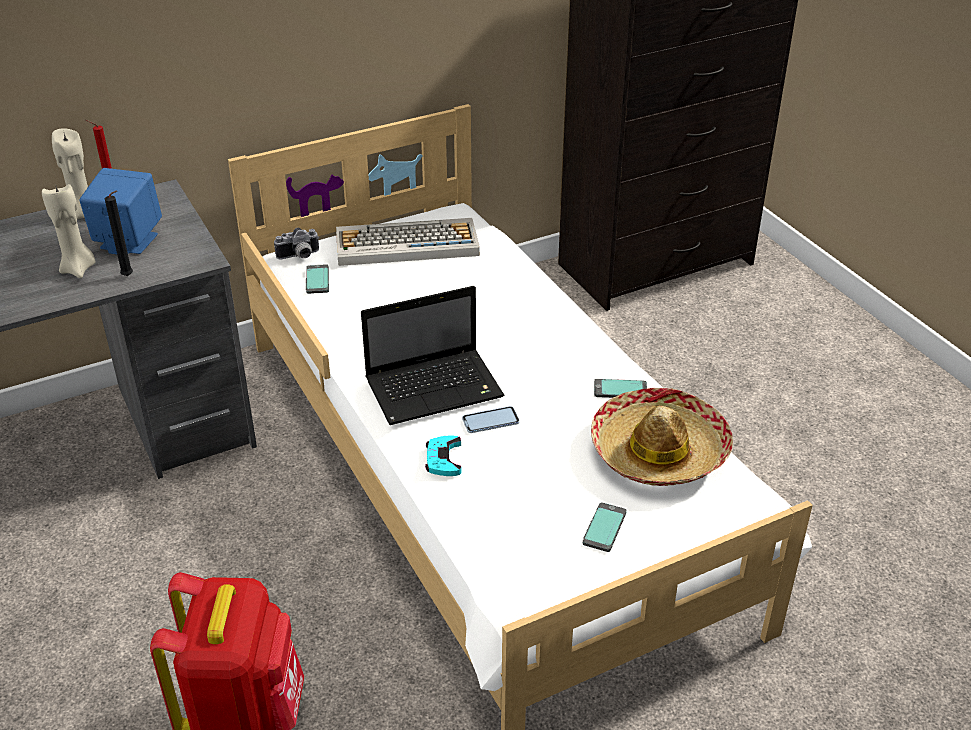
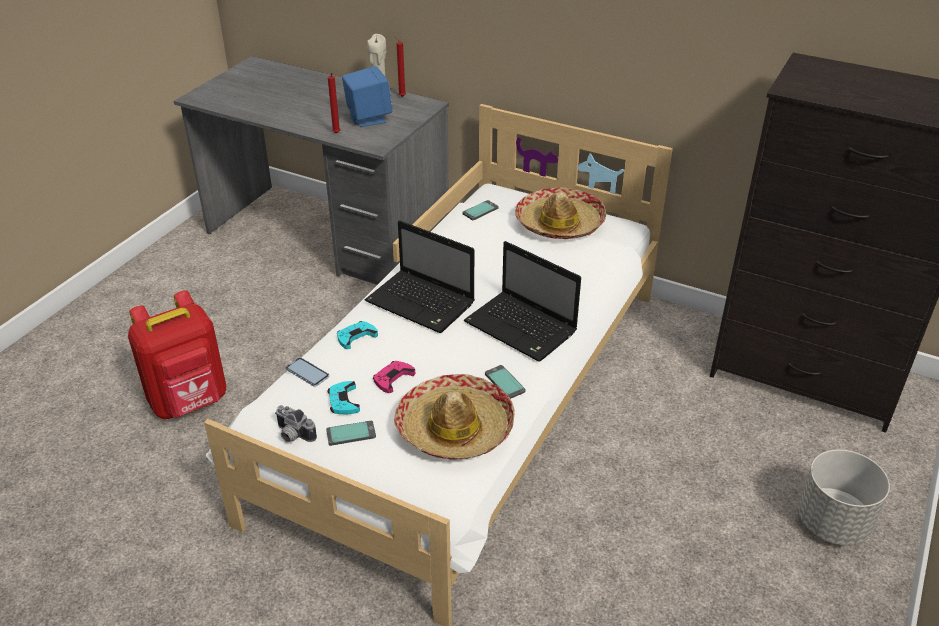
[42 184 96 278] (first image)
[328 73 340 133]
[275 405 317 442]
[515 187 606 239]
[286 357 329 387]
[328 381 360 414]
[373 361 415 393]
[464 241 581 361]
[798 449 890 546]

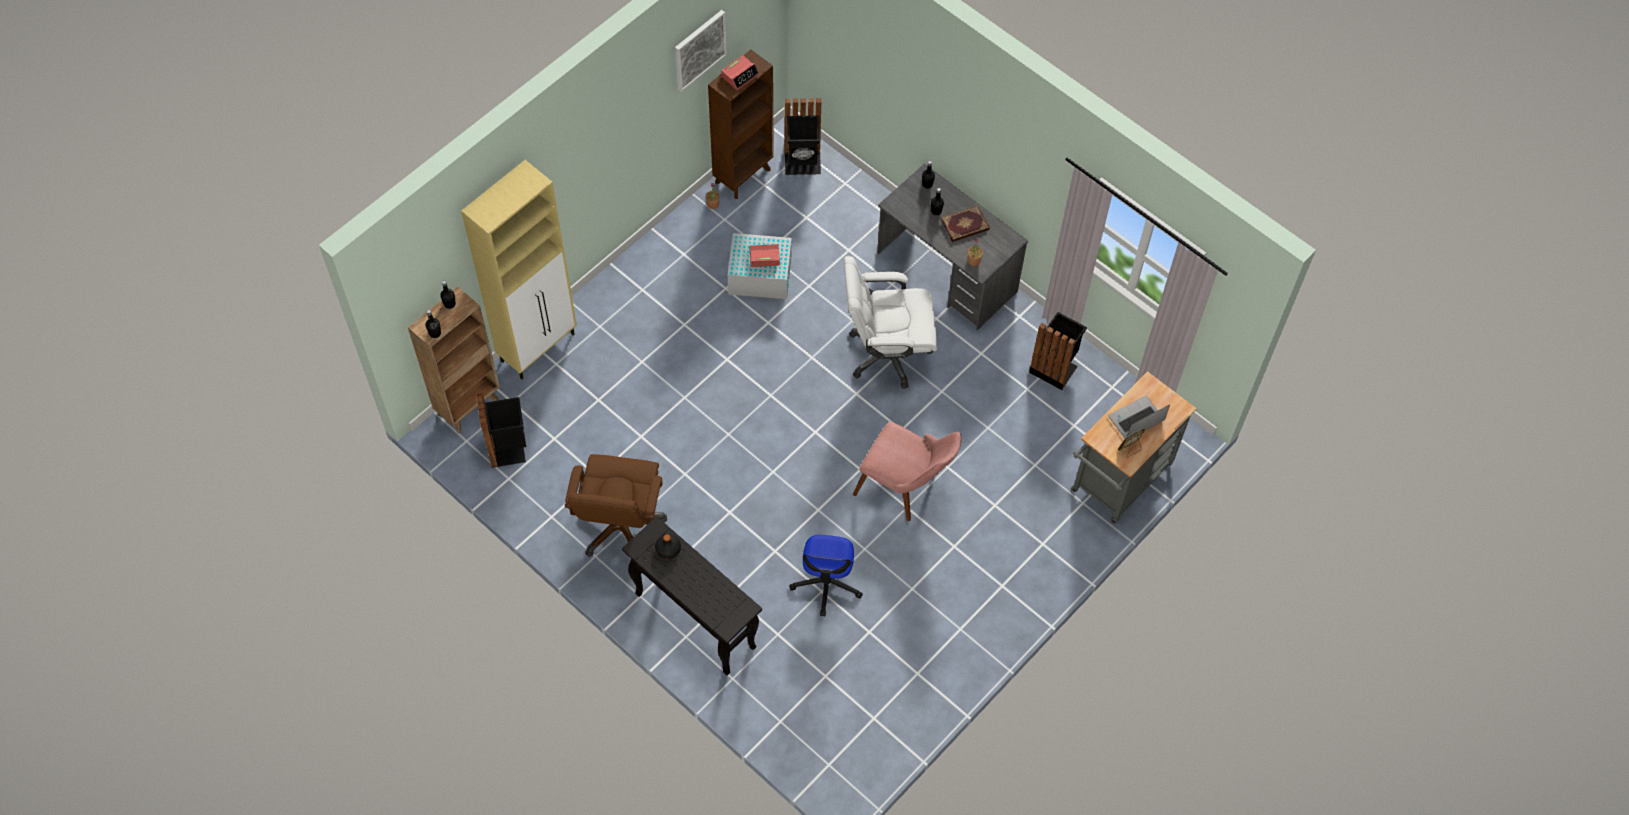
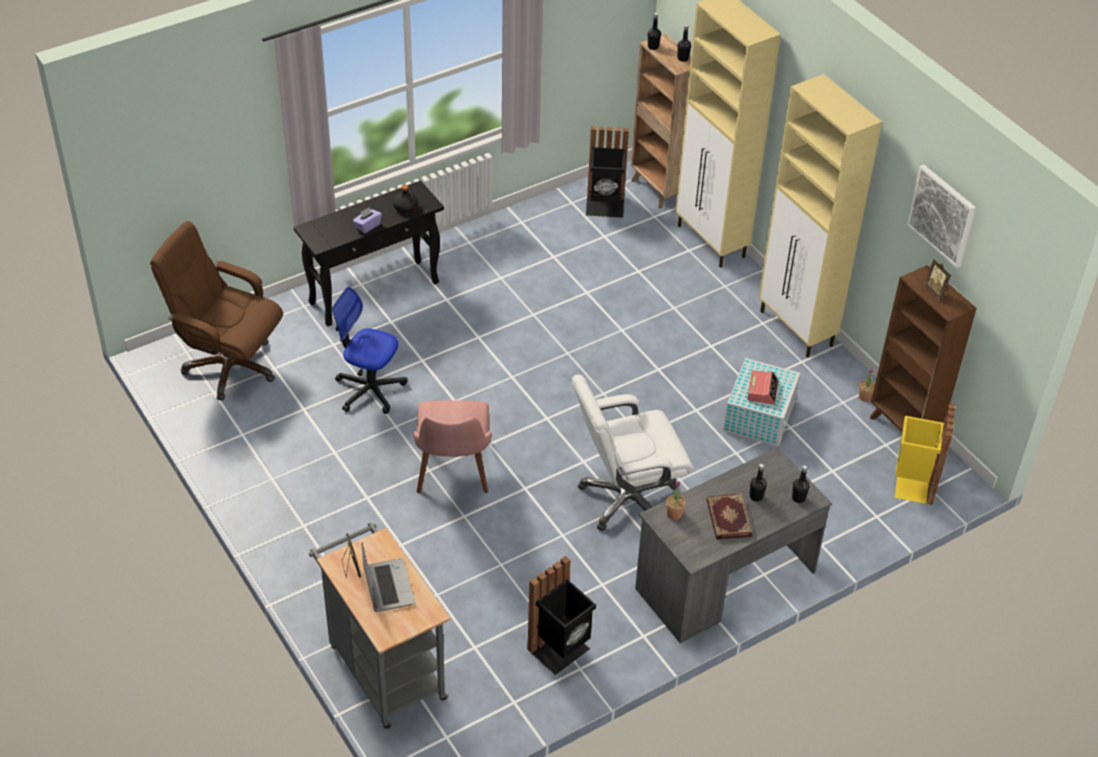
[150 221 283 401]
[924 259 951 300]
[895 403 955 505]
[572 375 694 531]
[413 400 492 493]
[353 207 382 234]
[758 74 882 358]

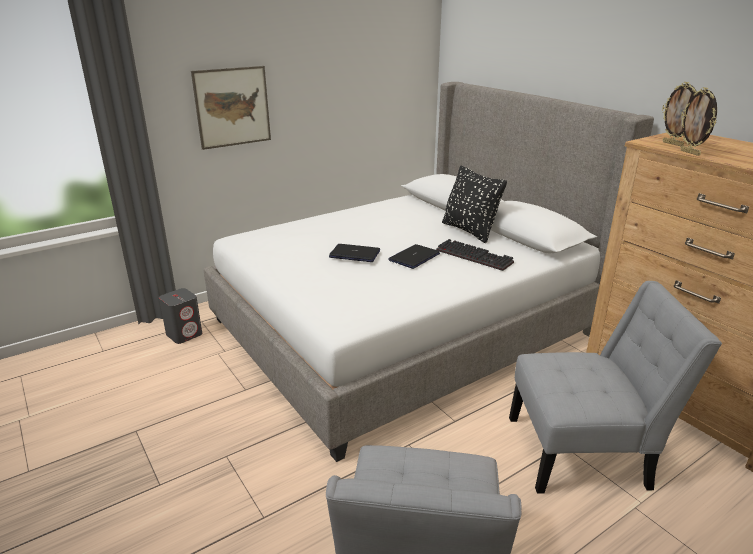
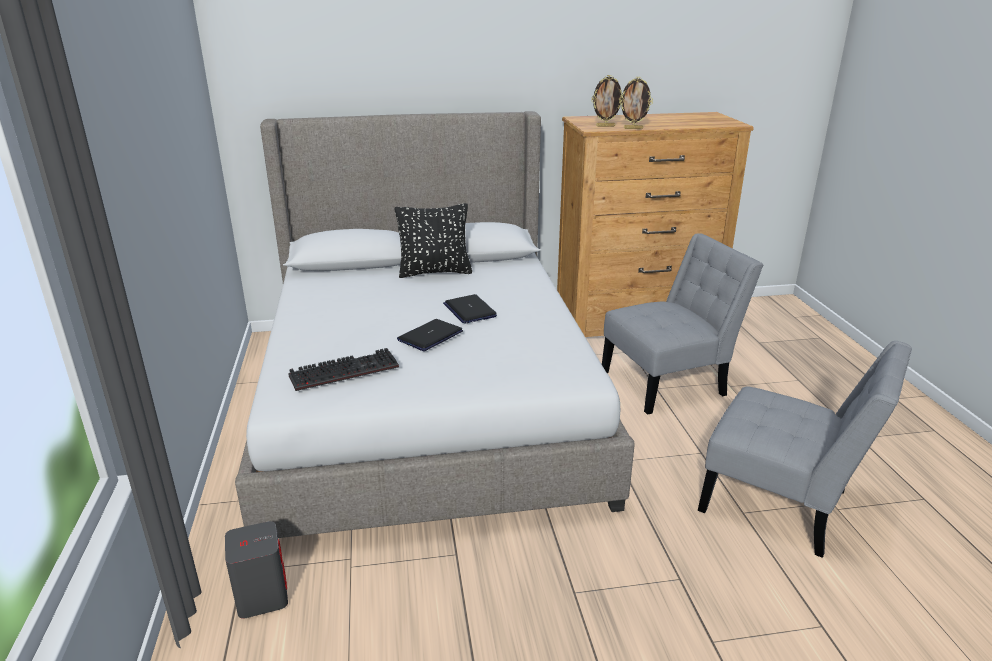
[191 66 271 150] (first image)
[288 348 399 391]
[602 233 763 415]

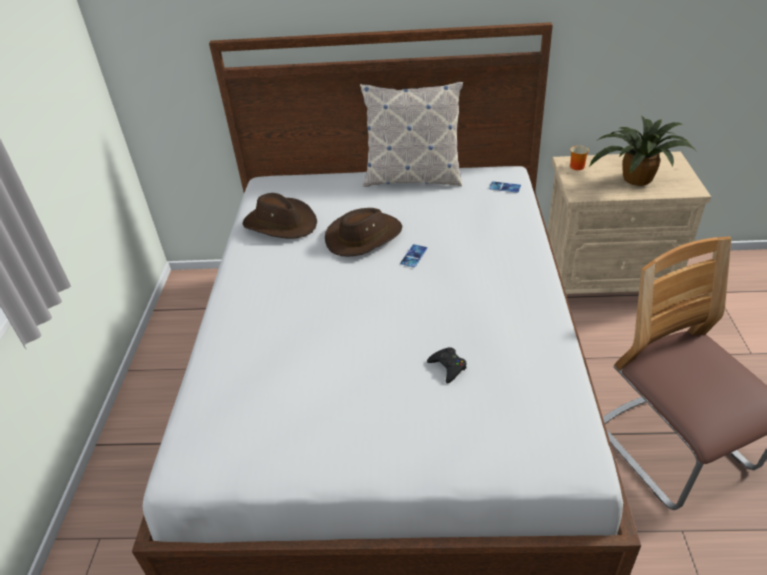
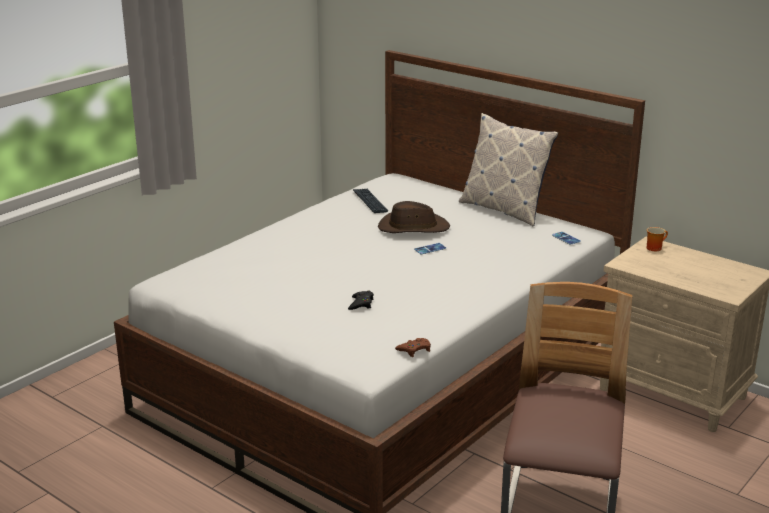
[353 189 388 213]
[589 115 696 186] (first image)
[395 338 431 357]

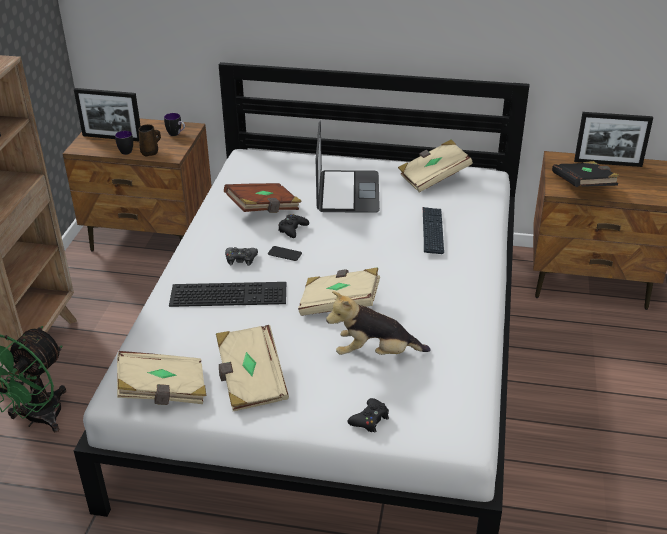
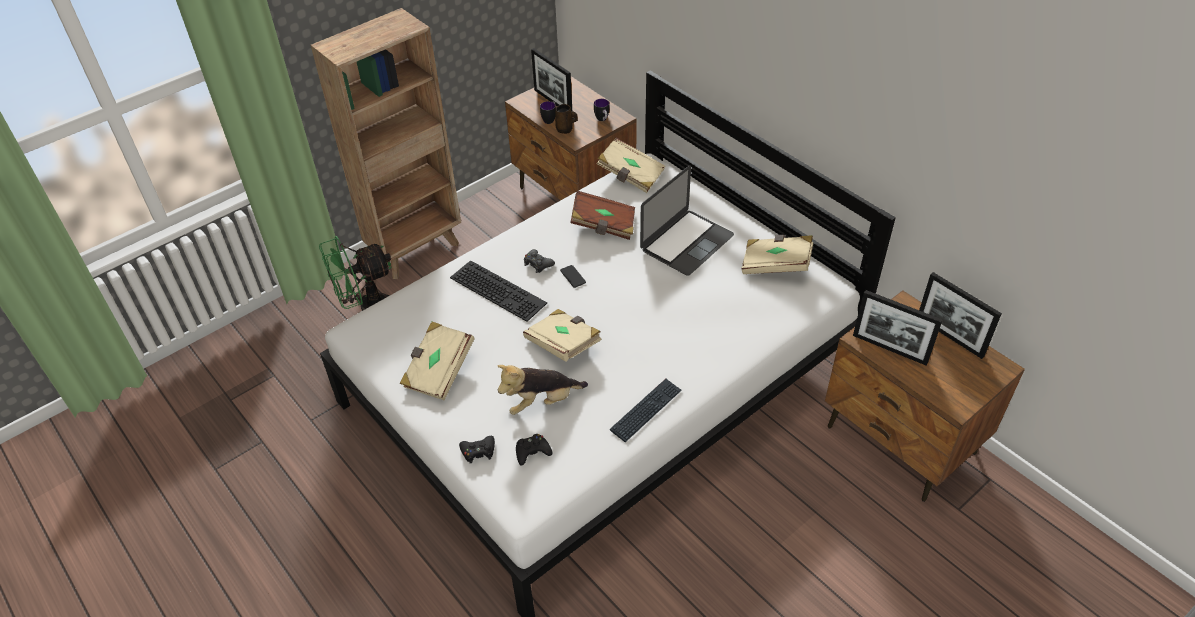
[597 138 665 193]
[516 434 553 465]
[497 365 588 415]
[610 379 682 442]
[853 290 943 366]

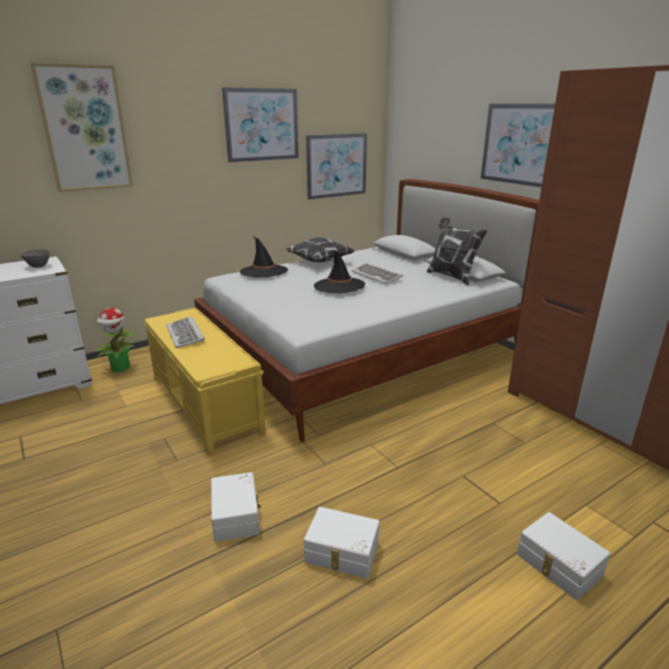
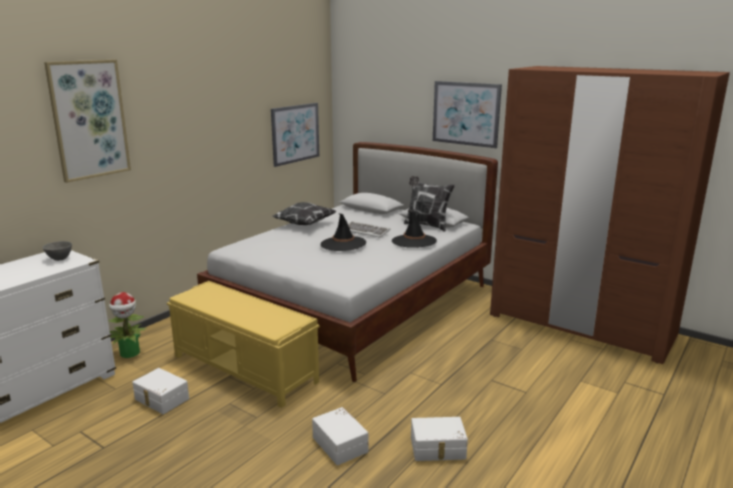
[166 317 205 348] (first image)
[222 87 299 162] (first image)
[392 210 437 248]
[132 368 189 414]

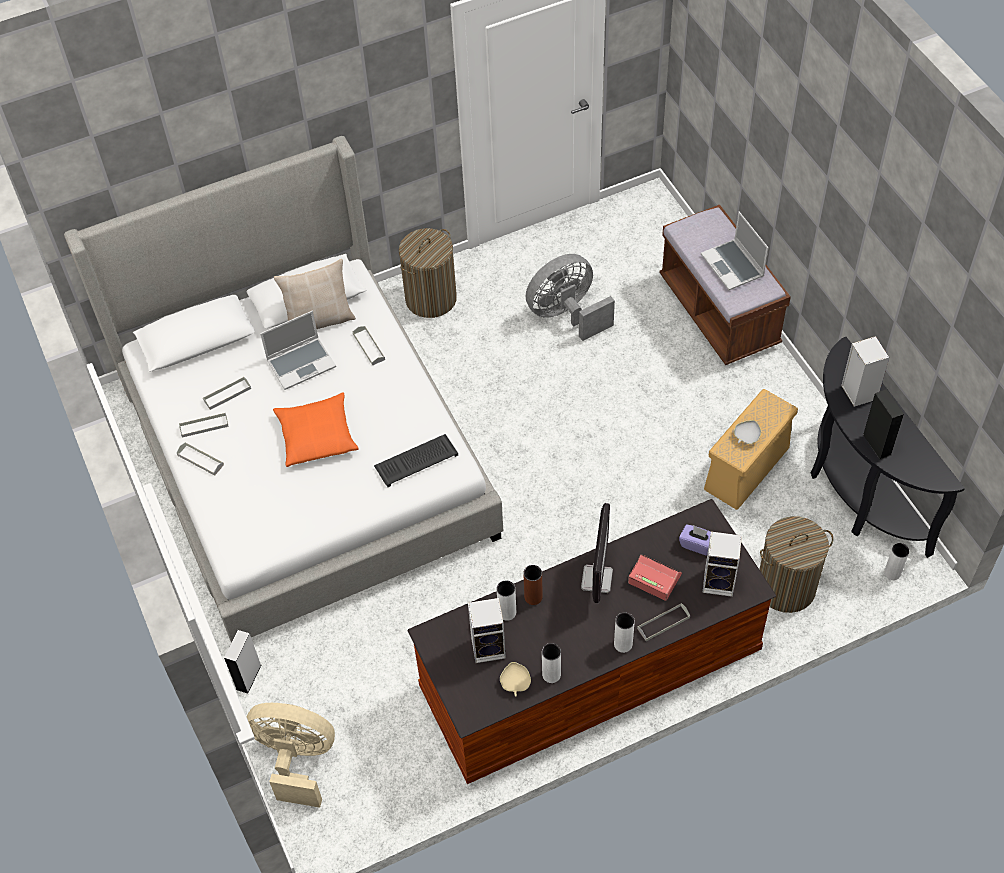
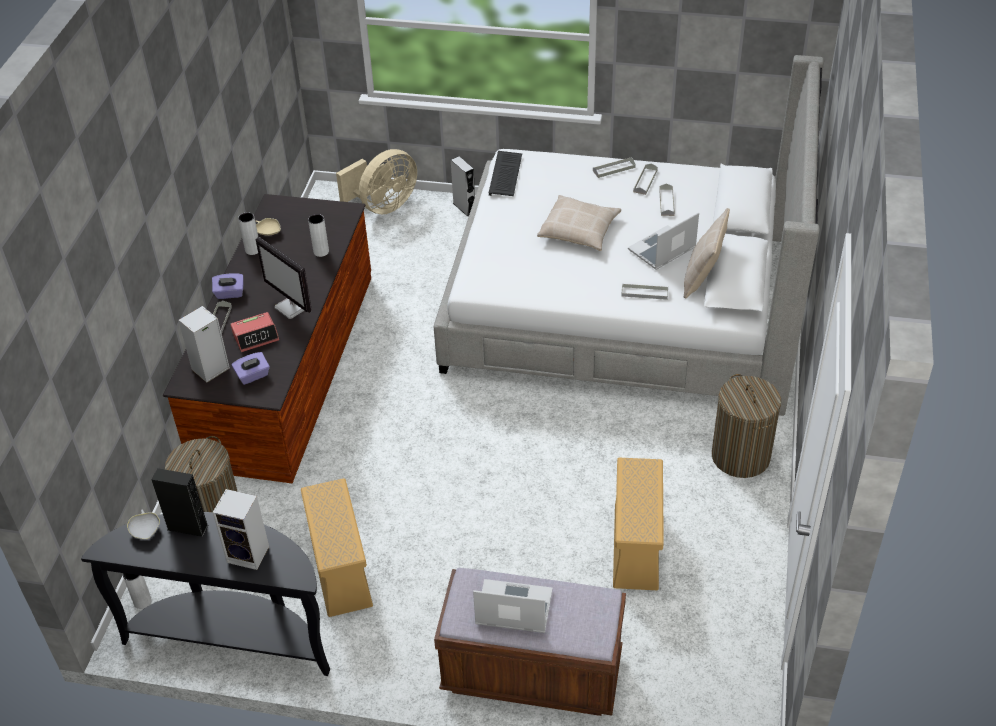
[628 212 699 270]
[537 195 621 251]
[489 151 522 196]
[468 598 506 663] (first image)
[523 565 543 605] (first image)
[613 458 664 590]
[212 273 244 299]
[127 509 160 540]

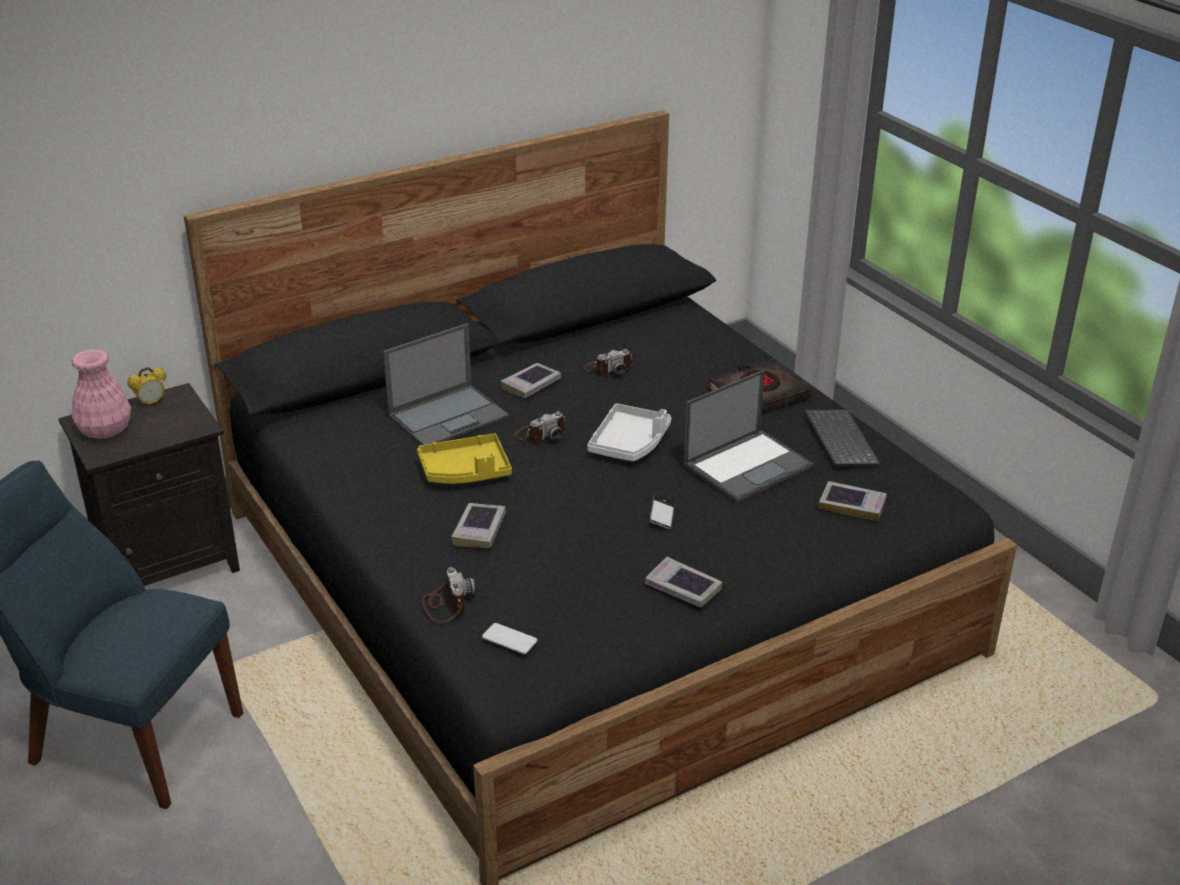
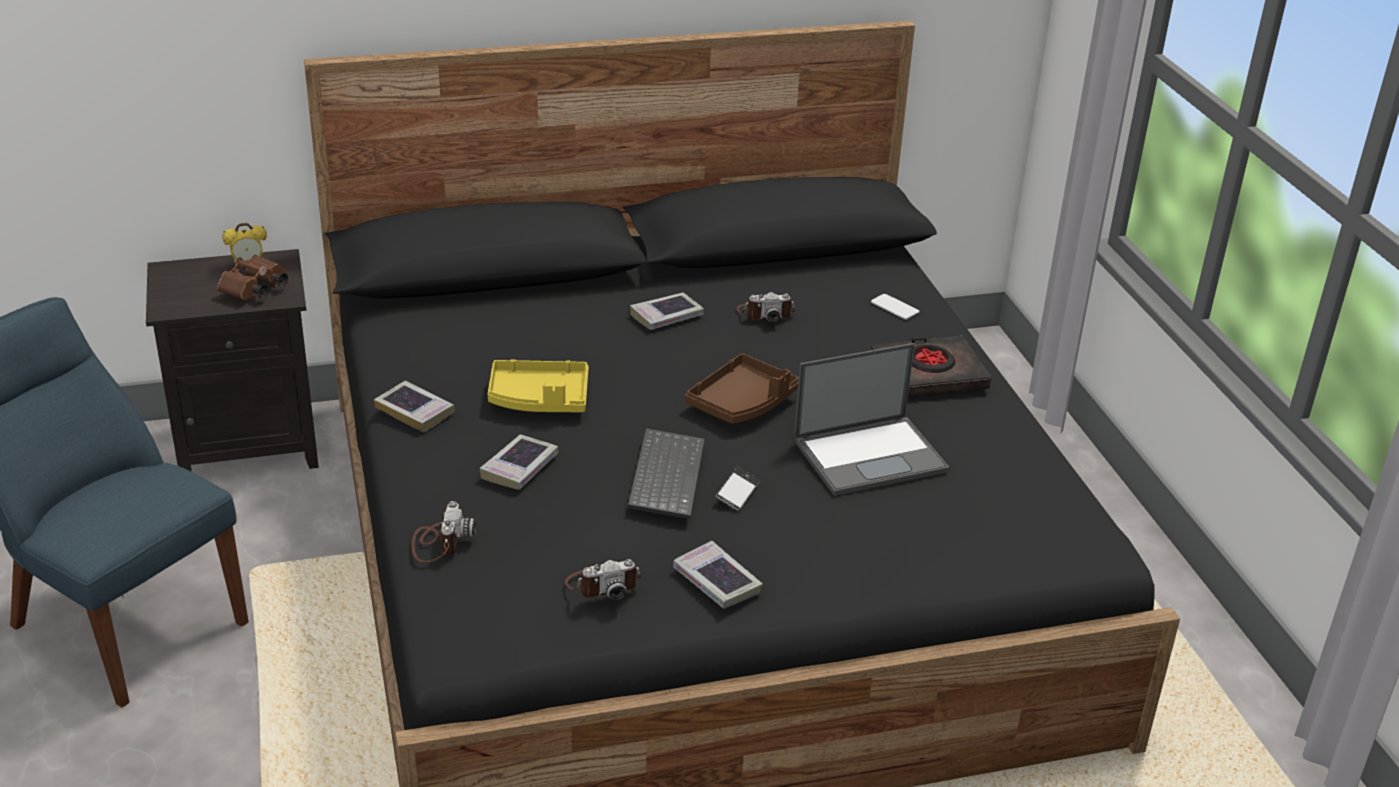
[71 349 131 439] (first image)
[383 323 509 445] (first image)
[871 294 919 319]
[565 559 642 600]
[685 354 799 424]
[628 428 704 519]
[374 380 455 432]
[217 255 288 300]

